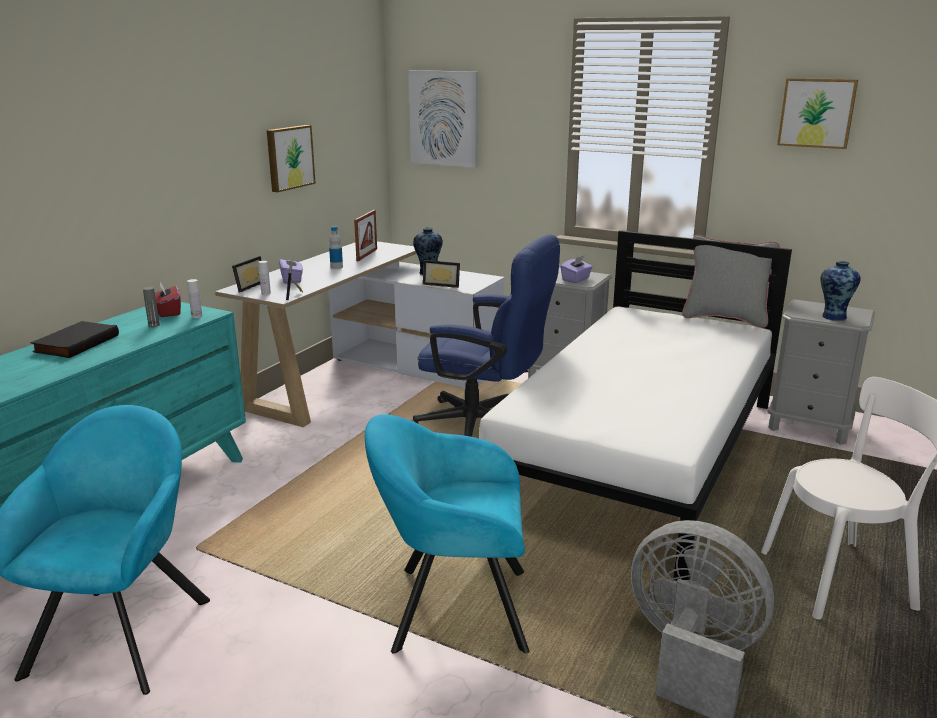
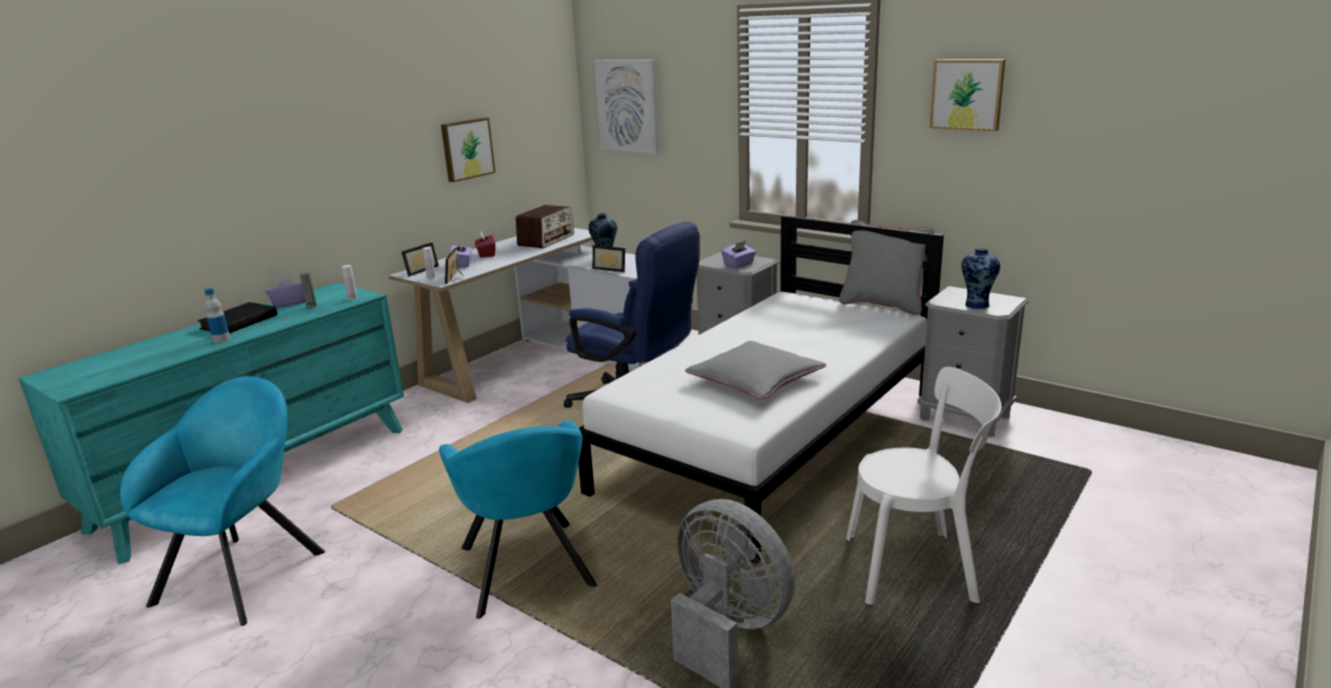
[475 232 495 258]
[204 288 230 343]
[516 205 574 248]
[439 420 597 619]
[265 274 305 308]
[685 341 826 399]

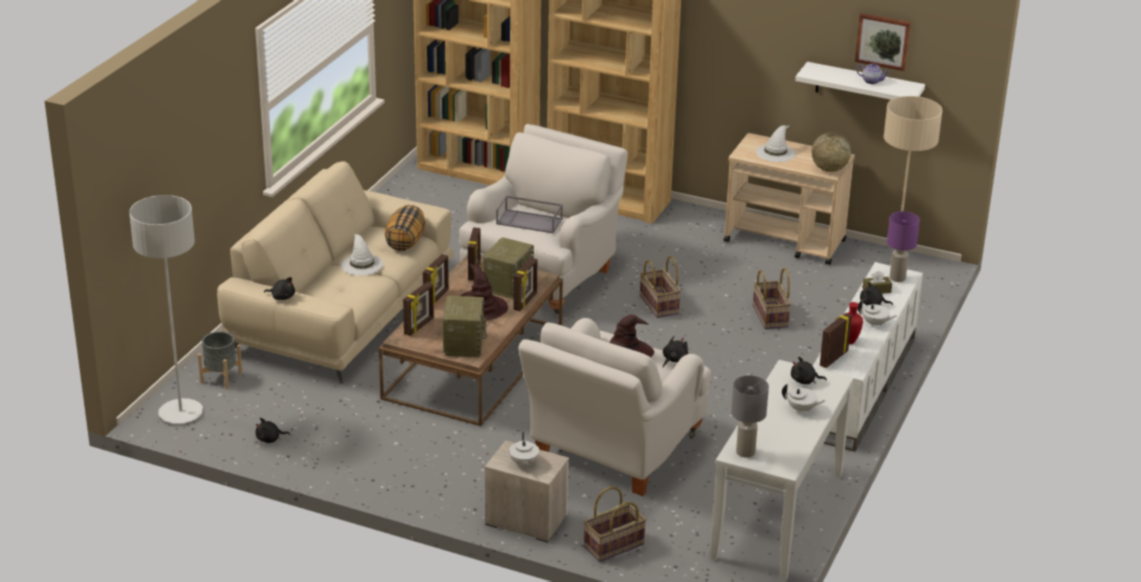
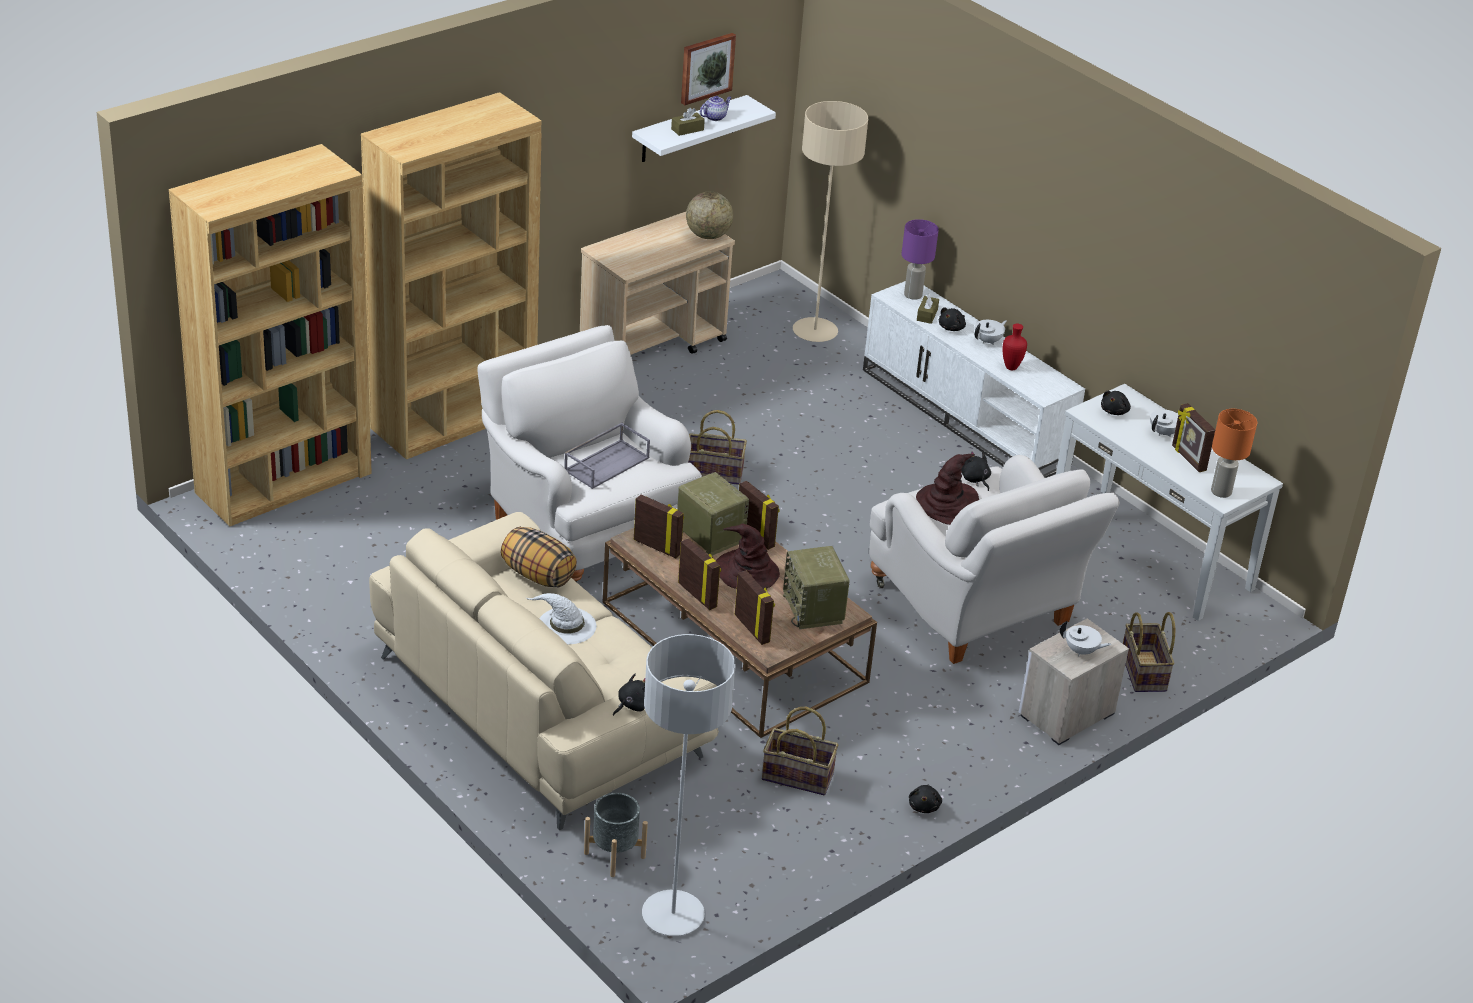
[909 785 942 813]
[783 546 850 629]
[1211 409 1257 498]
[762 707 838 795]
[756 125 796 162] (first image)
[1172 403 1215 472]
[671 108 705 136]

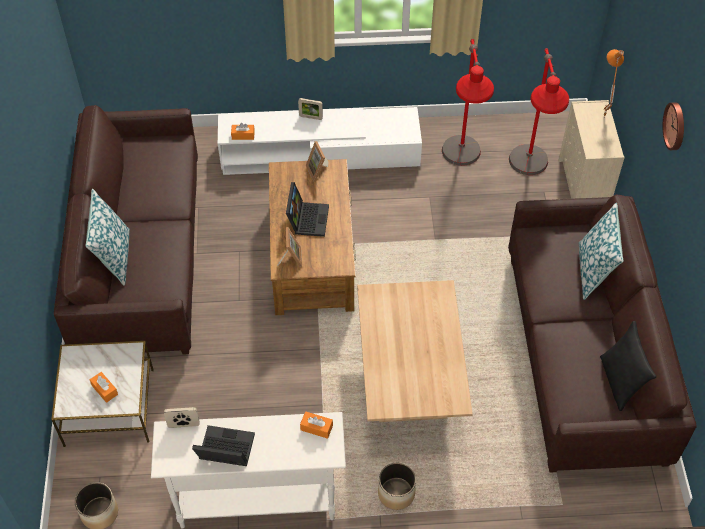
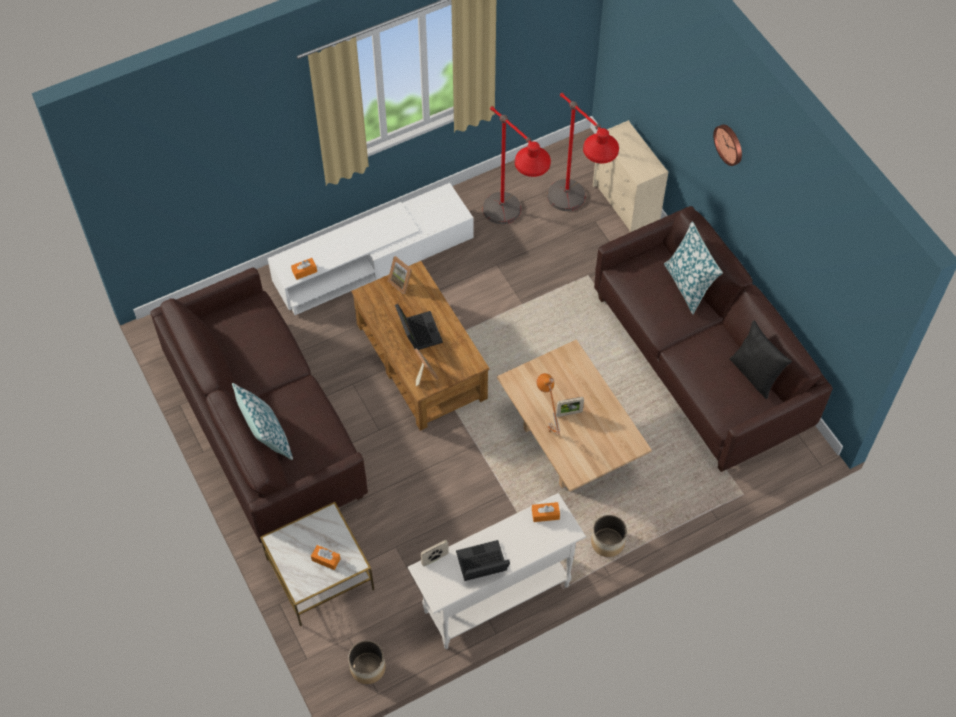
[556 397 584 417]
[536 373 560 435]

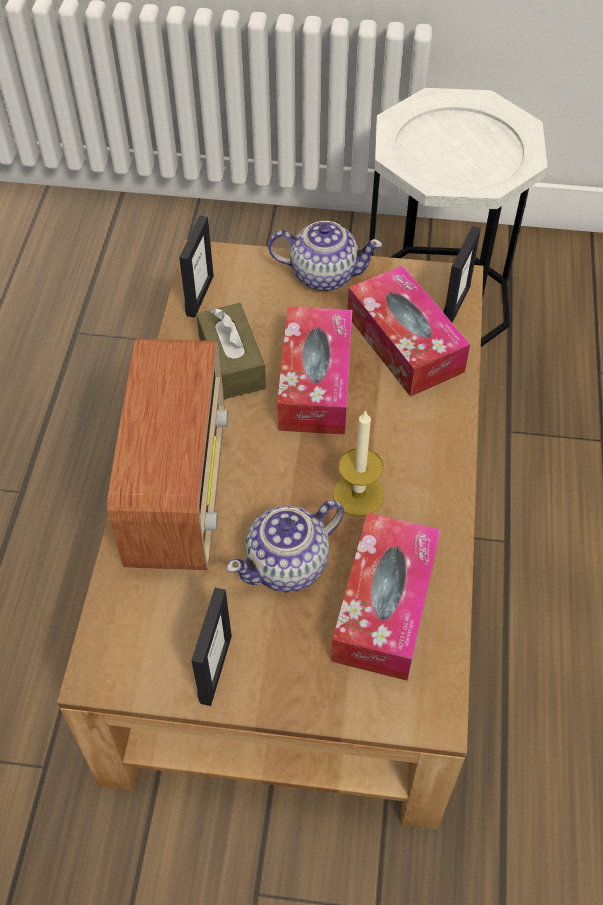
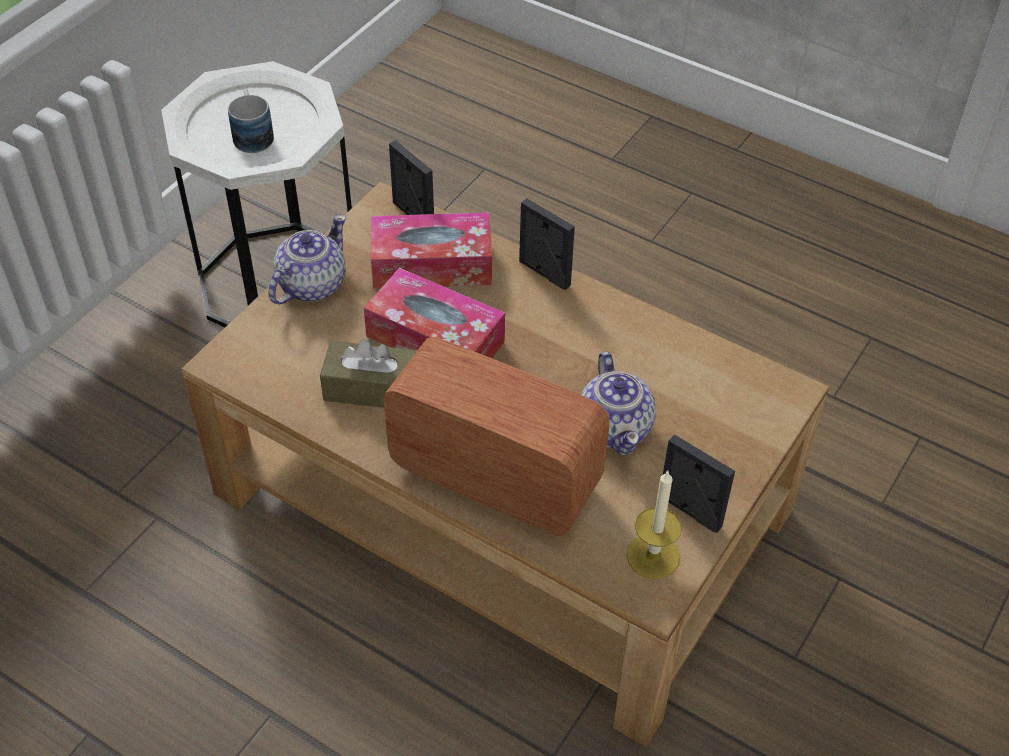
[519 198 575 290]
[331 513 441 680] (first image)
[627 471 682 579]
[228 89 274 153]

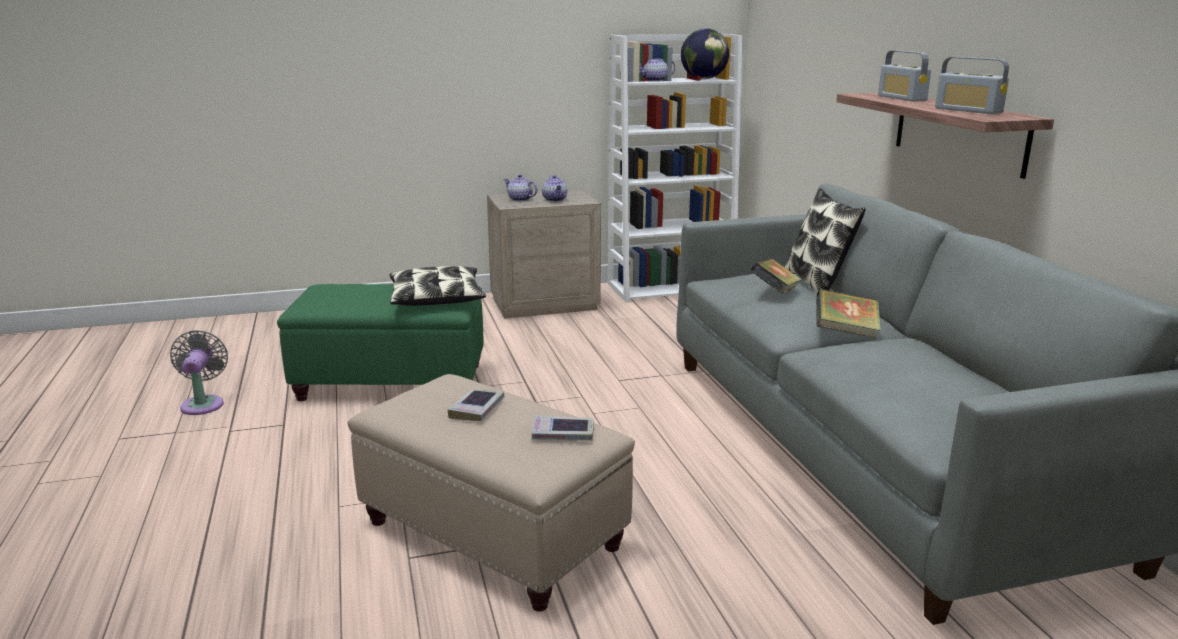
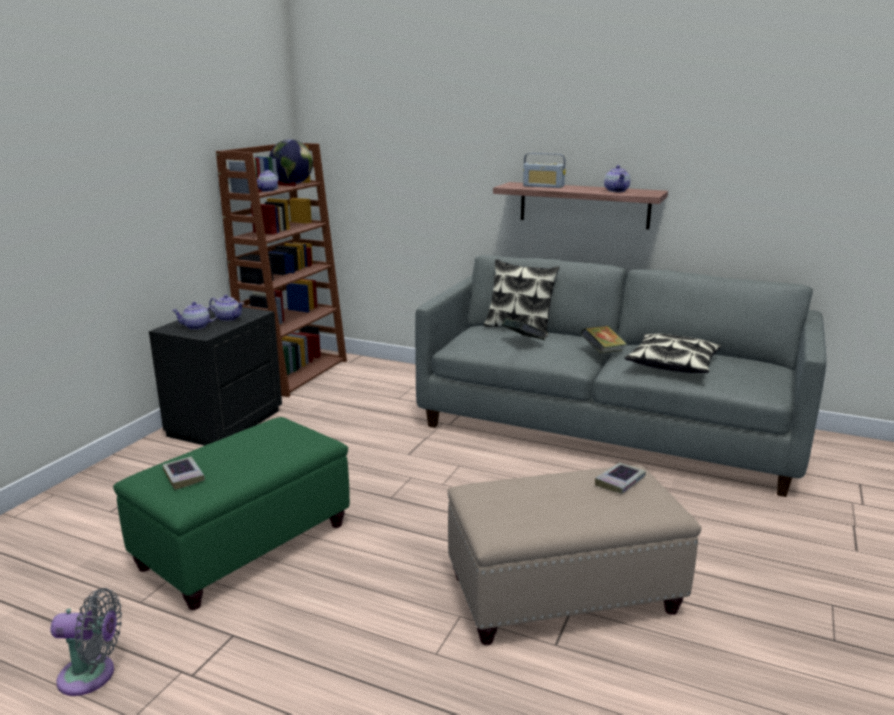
[50 588 122 696]
[625 333 721 373]
[162 456 205 490]
[149 307 282 446]
[216 143 347 397]
[604 165 630 192]

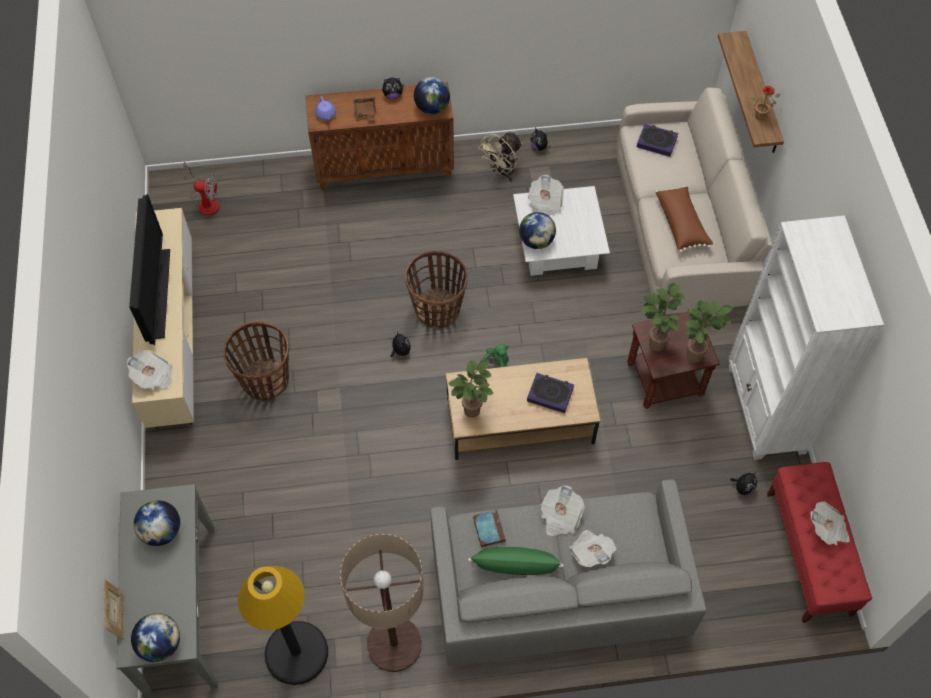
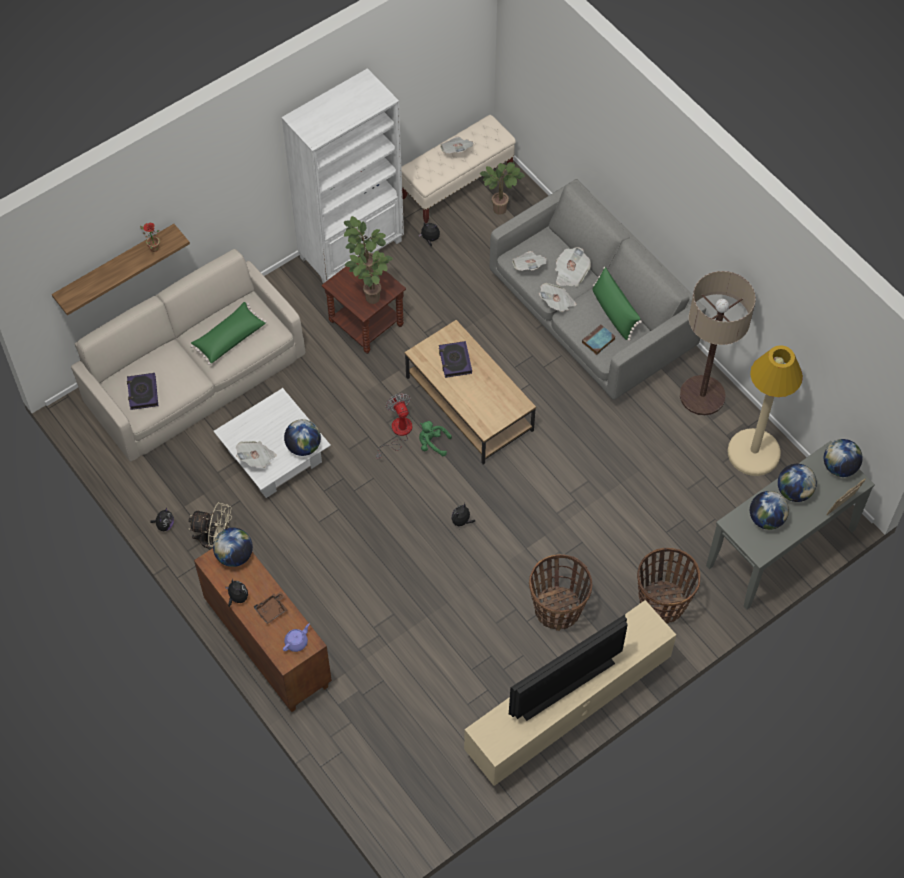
[512 251 547 271]
[376 393 412 459]
[727 345 803 476]
[637 548 700 623]
[480 162 525 215]
[190 302 267 365]
[401 115 516 223]
[778 464 817 502]

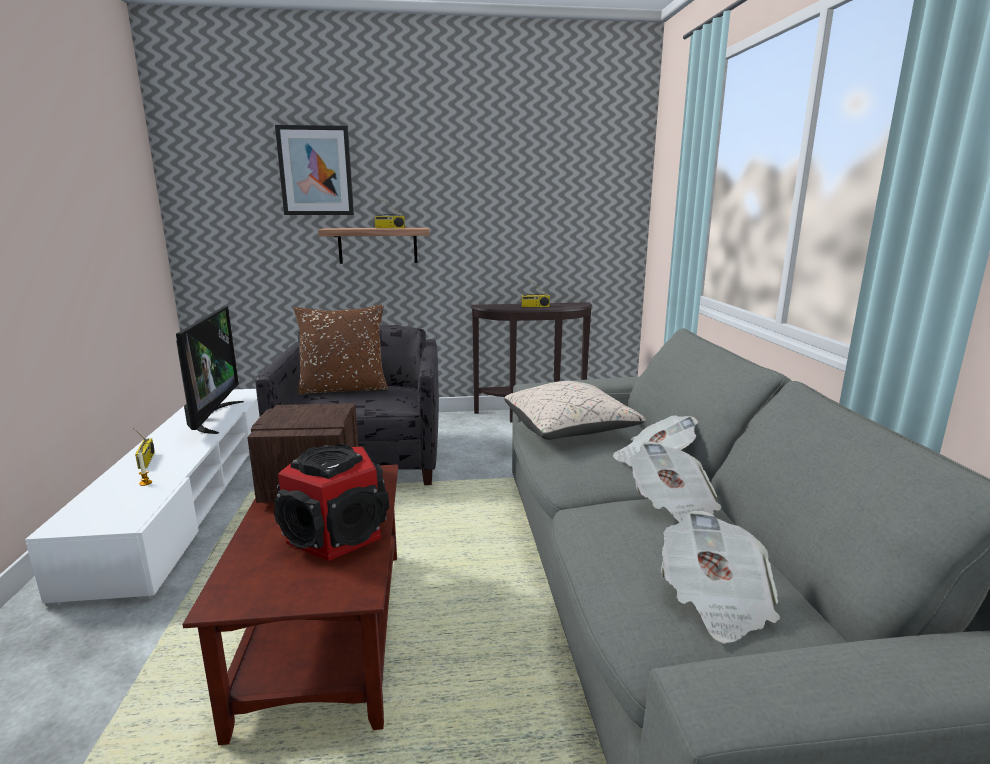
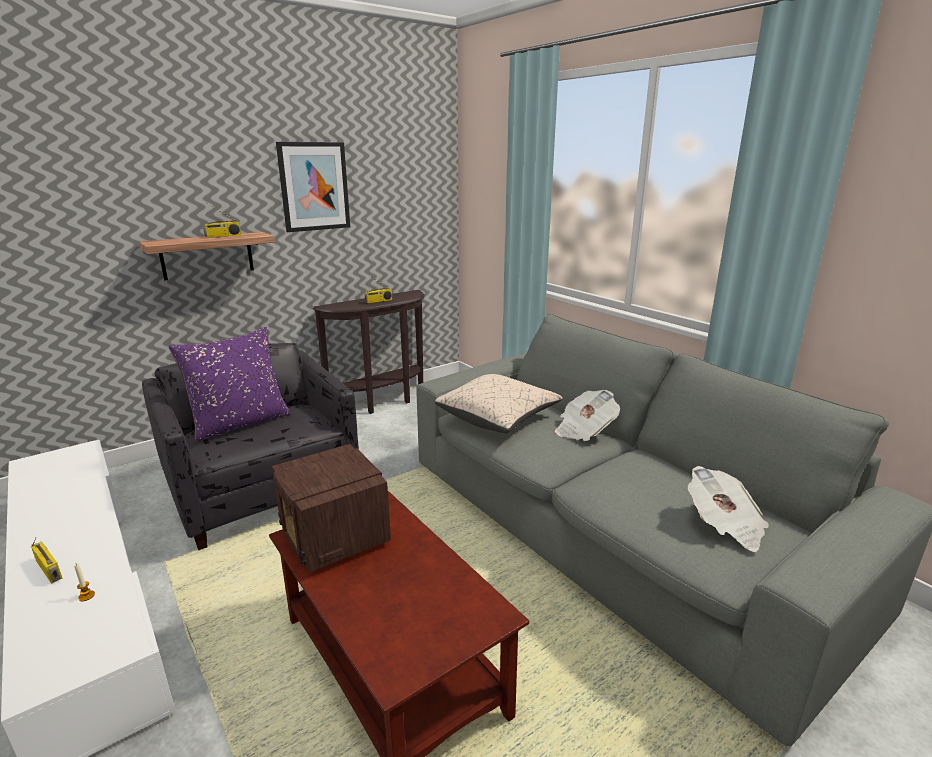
[176 306 244 434] (first image)
[274 444 389 561] (first image)
[276 142 350 232]
[169 327 290 441]
[630 441 722 522] (first image)

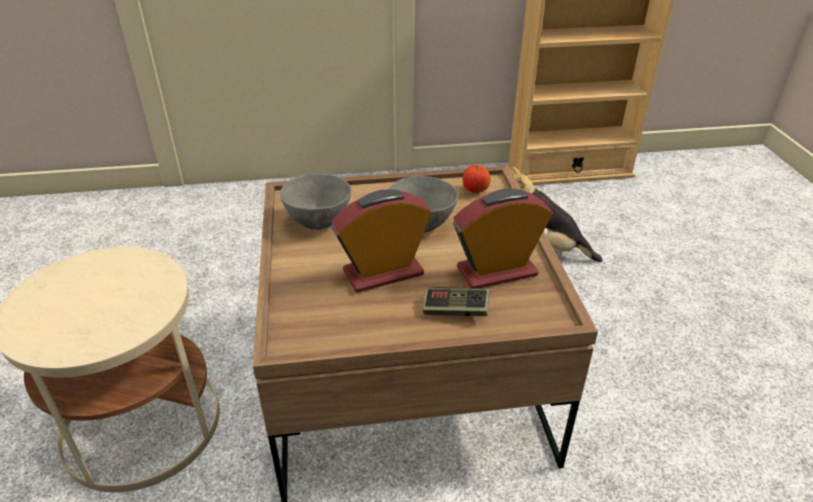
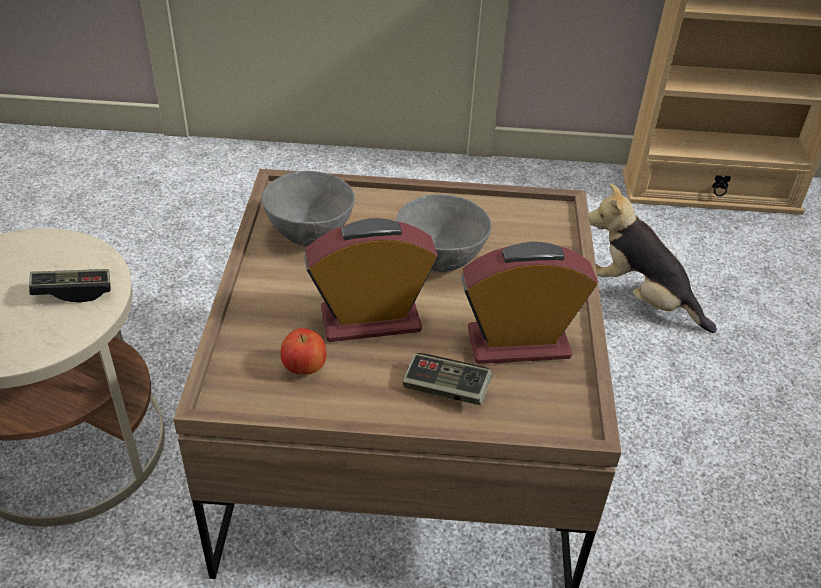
[281 328 326 375]
[29 269 111 303]

